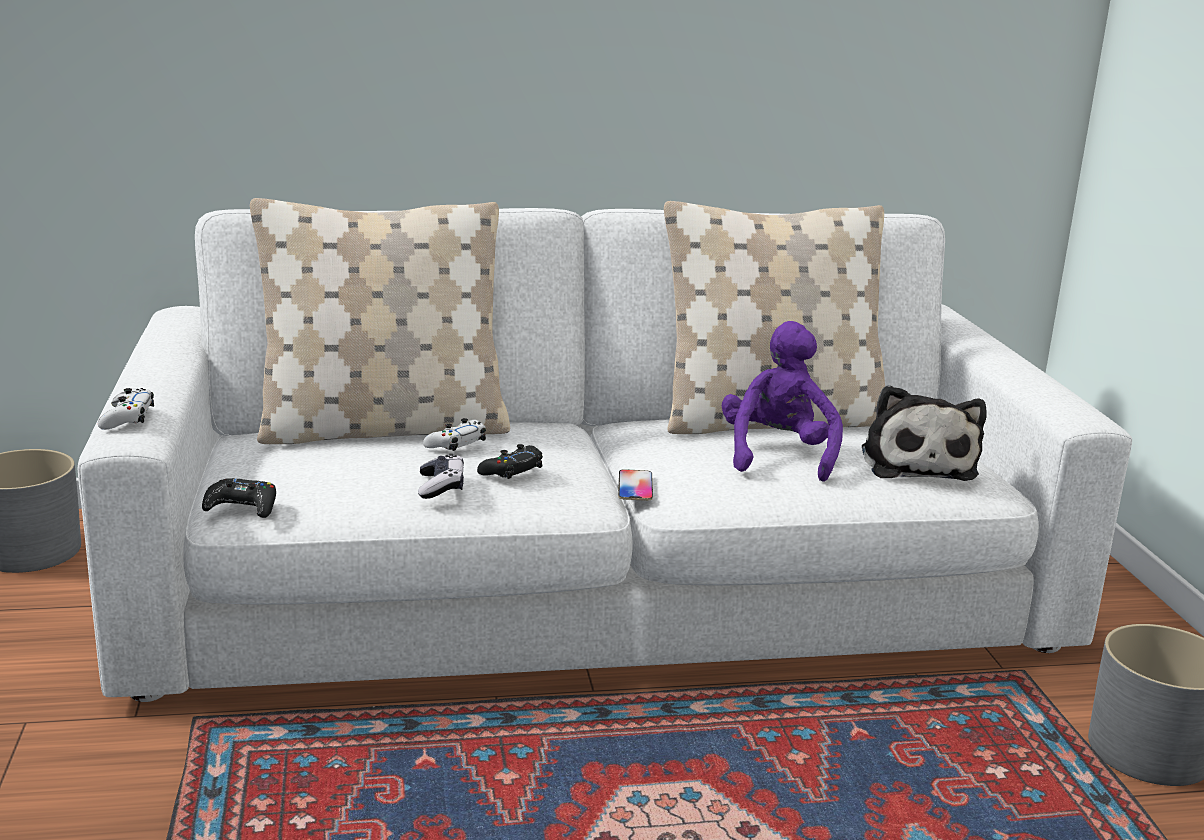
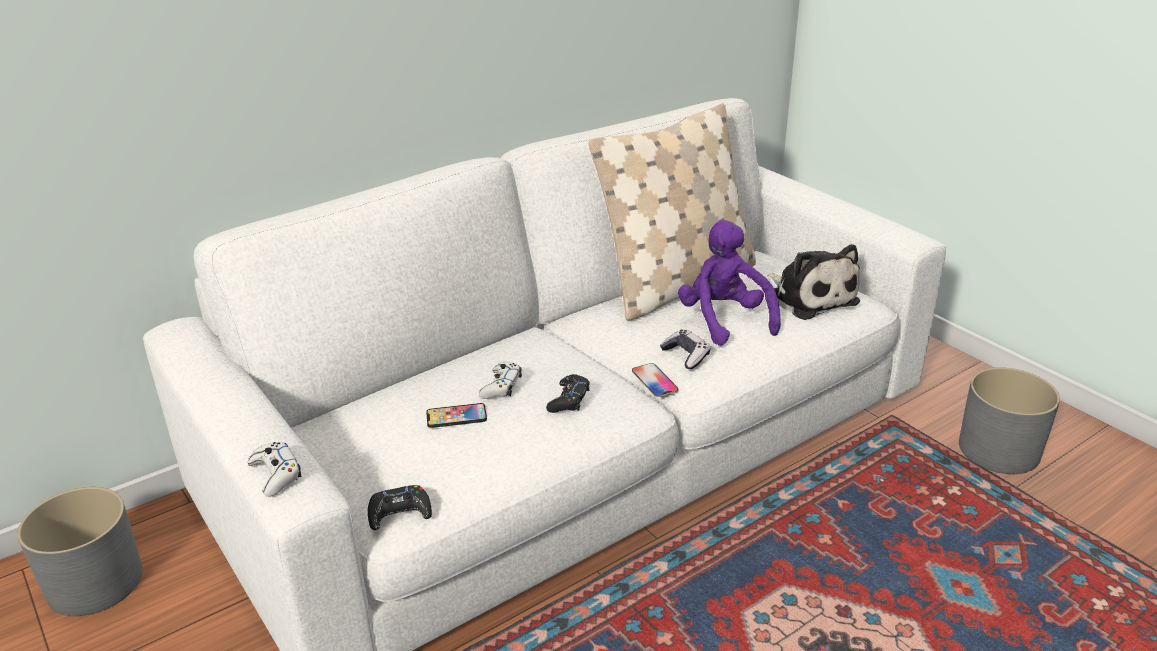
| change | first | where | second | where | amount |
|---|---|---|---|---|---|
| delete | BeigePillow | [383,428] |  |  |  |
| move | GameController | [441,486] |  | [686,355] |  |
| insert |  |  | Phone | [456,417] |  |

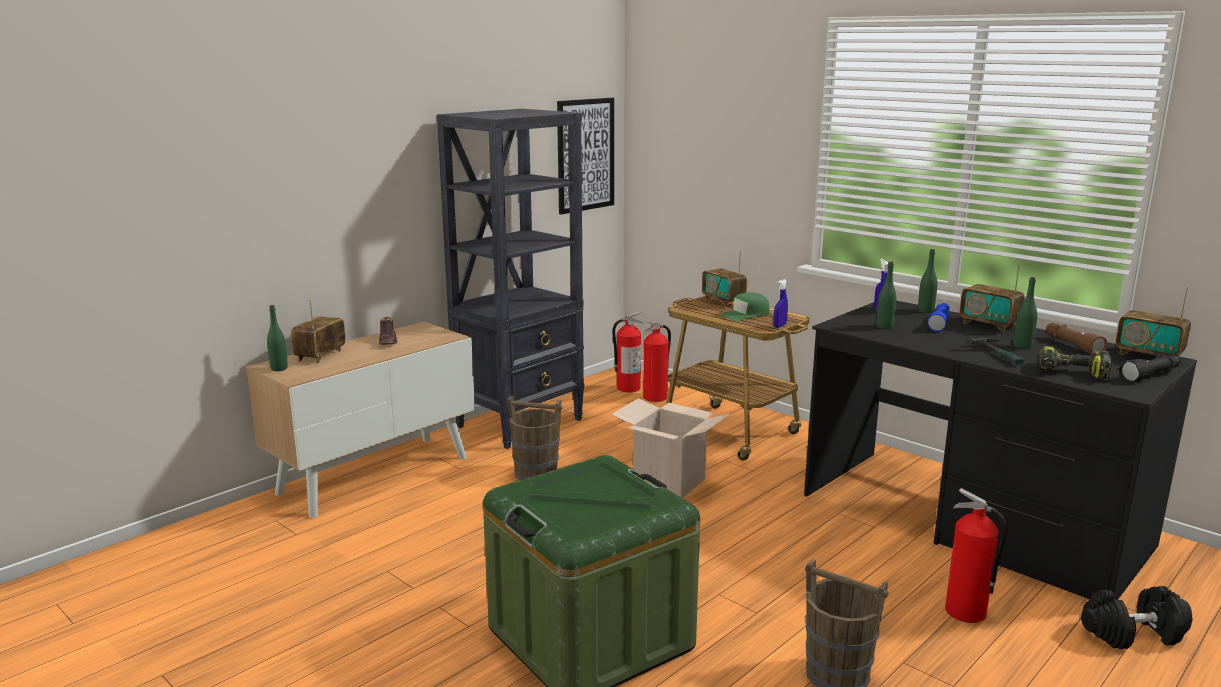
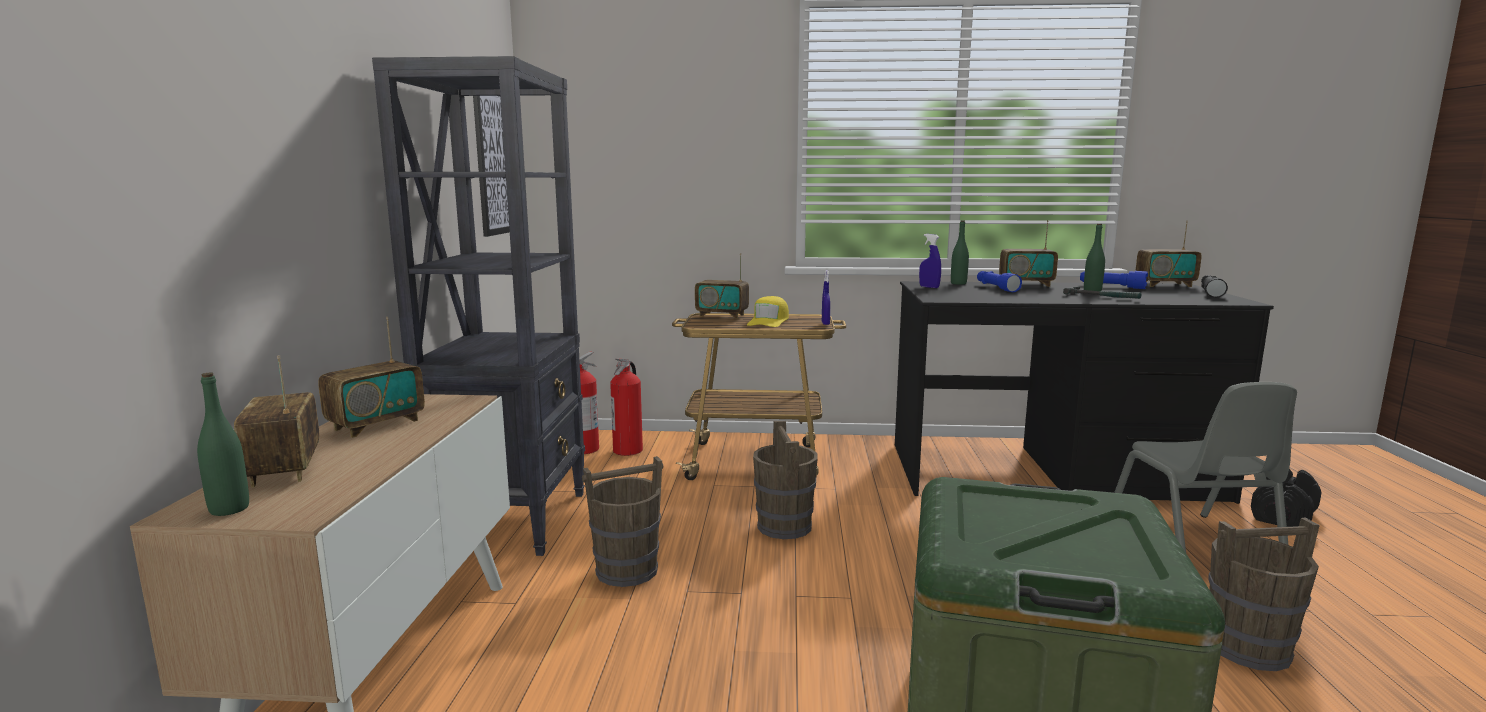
| change | first | where | second | where | amount |
|---|---|---|---|---|---|
| replace | BrownShoe | [388,341] | Radio | [376,425] |  |
| replace | CardboardBox | [669,482] | BrownBucket | [784,526] |  |
| recolor | GreenCap | [745,315] | YellowCap | [769,321] |  |
| delete | GreenBottle | [884,327] |  |  |  |
| replace | FireExtinguisher | [966,613] | GreyChair | [1192,545] |  |
| delete | PowerDrill | [1071,373] |  |  |  |
| recolor | BrownFlashlight | [1072,345] | BlueFlashlight | [1112,287] |  |

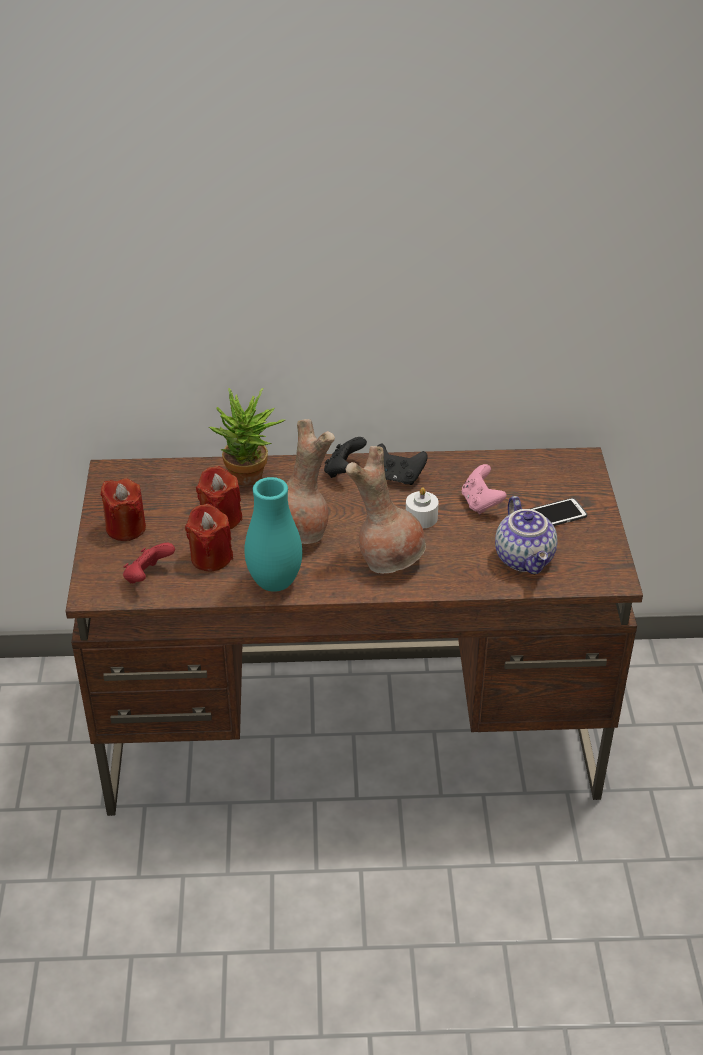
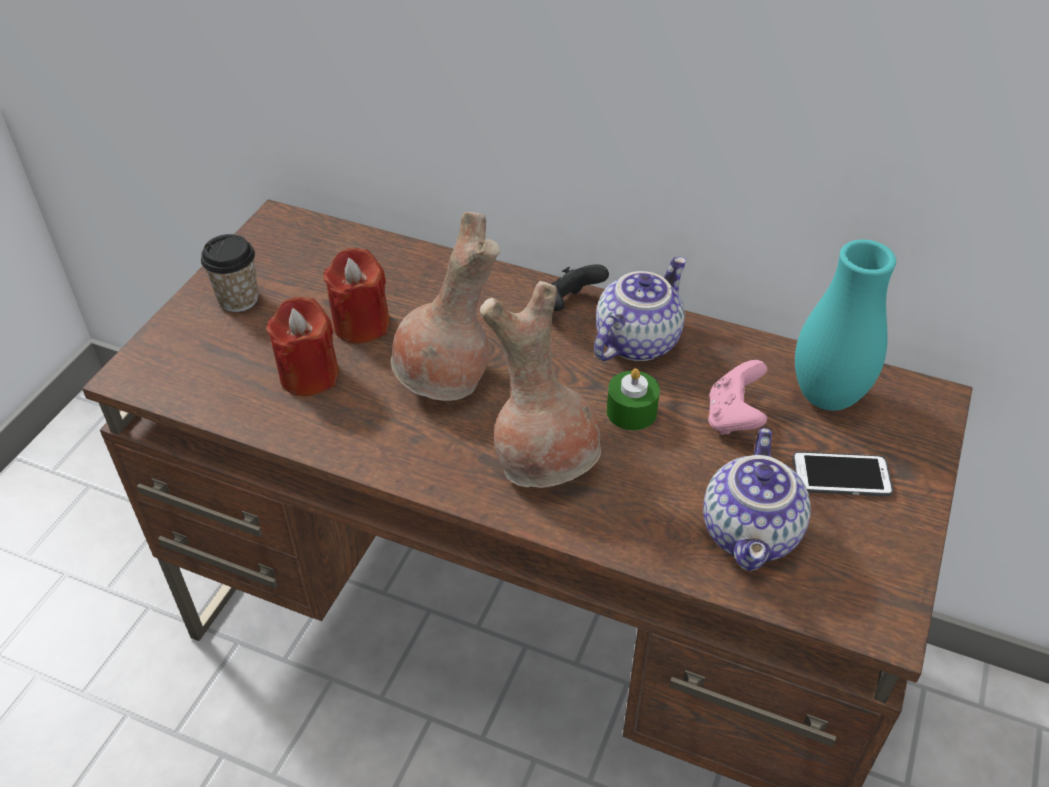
| change | first | where | second | where | amount |
|---|---|---|---|---|---|
| replace | RedCandle | [126,528] | Cup | [238,299] |  |
| delete | RedGameController | [148,576] |  |  |  |
| delete | PottedPlant | [249,480] |  |  |  |
| move | TurquoiseVase | [275,583] |  | [827,397] |  |
| replace | BlackGameController | [398,477] | Teapot | [636,340] |  |
| recolor | WhiteCandle | [421,517] | GreenCandle | [631,411] |  |

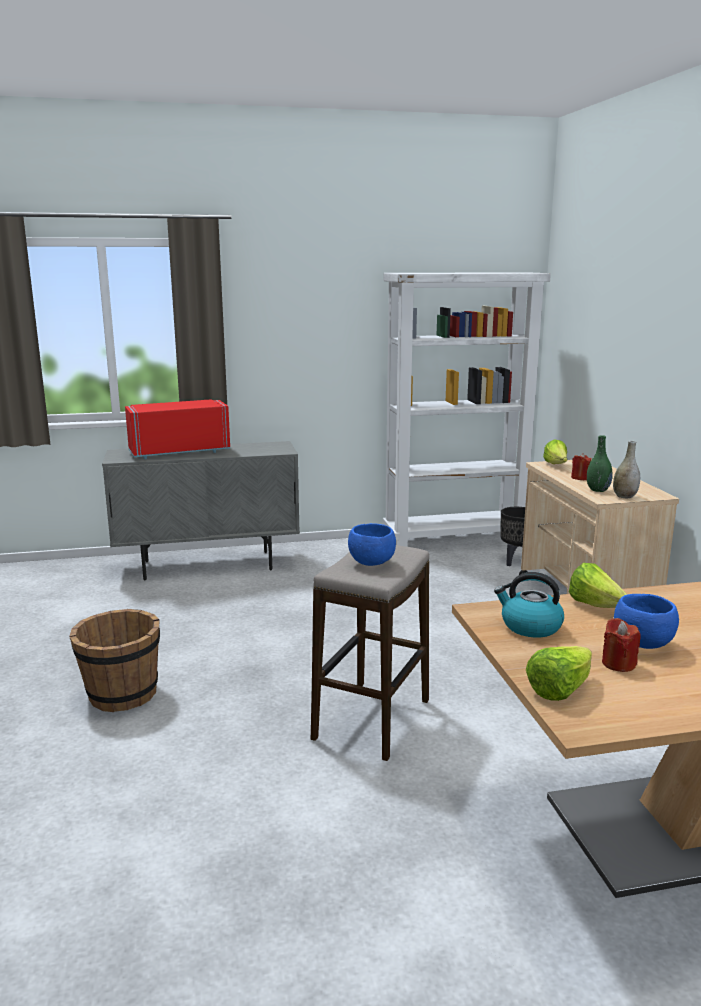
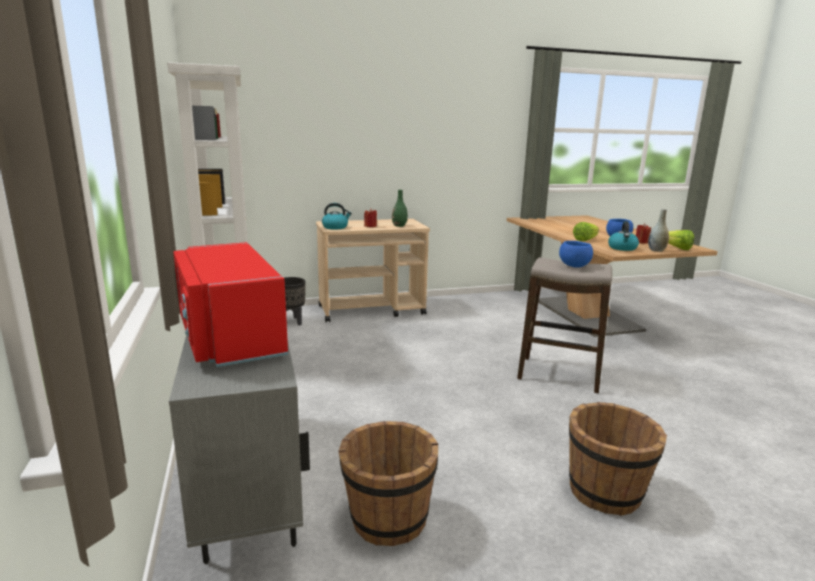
| change | first | where | second | where | amount |
|---|---|---|---|---|---|
| replace | Lettuce | [556,465] | Kettle | [335,227] |  |
| move | GreyVase | [624,496] |  | [656,250] |  |
| insert |  |  | BrownBucket | [388,519] |  |

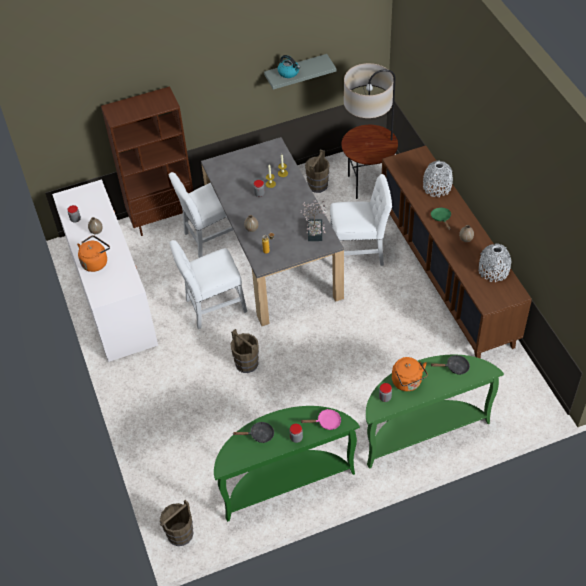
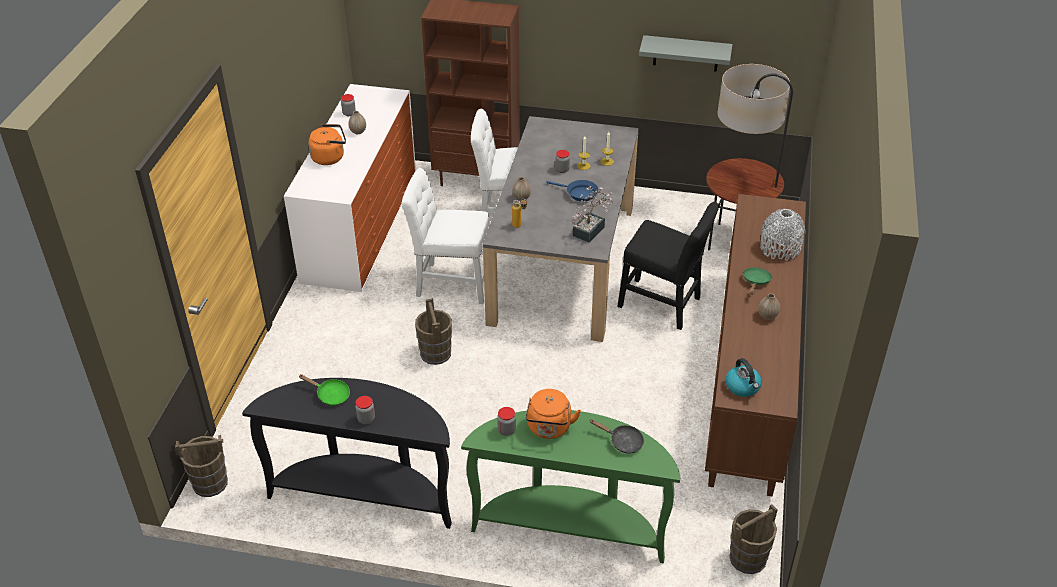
| change | first | where | second | where | amount |
|---|---|---|---|---|---|
| recolor | GreenConsoleTable | [285,482] | BlackConsoleTable | [365,493] |  |
| recolor | BlackFryingPan | [259,435] | GreenFryingPan | [330,395] |  |
| move | Kettle | [289,72] |  | [743,387] |  |
| delete | PinkFryingPan | [326,422] |  |  |  |
| move | BrownBucket | [317,185] |  | [748,558] |  |
| recolor | WhiteChair | [359,253] | BlackChair | [663,304] |  |
| delete | GreyVase | [493,271] |  |  |  |
| insert |  |  | BlueFryingPan | [579,193] |  |

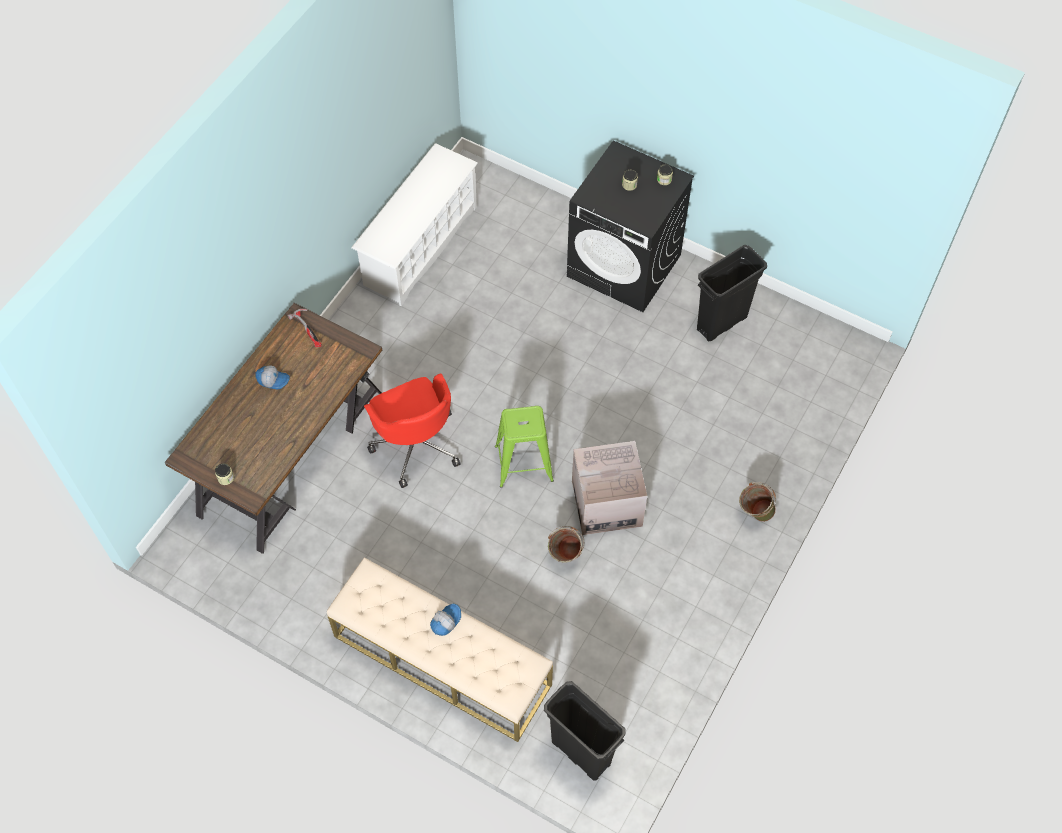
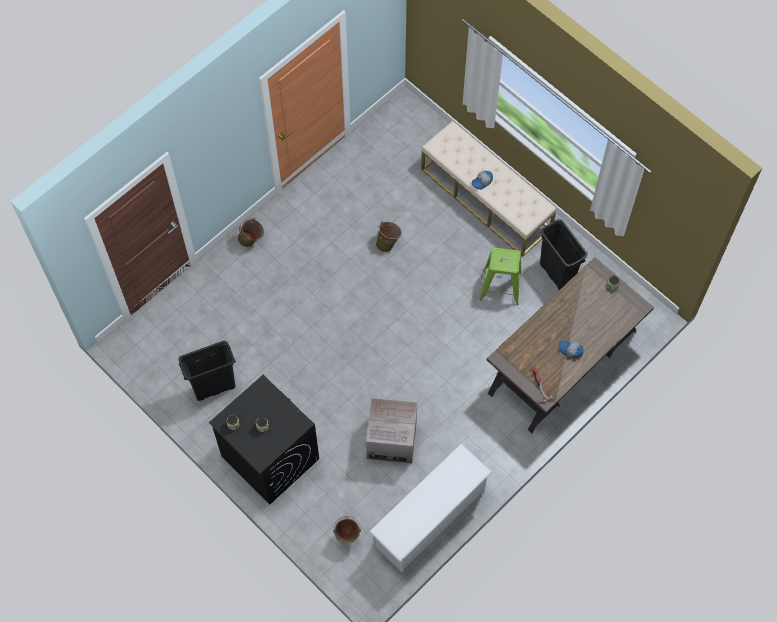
| change | first | where | second | where | amount |
|---|---|---|---|---|---|
| delete | RedOfficeChair | [416,444] |  |  |  |
| move | GreenStool | [524,463] |  | [500,287] |  |
| move | BlackTrashCan | [580,752] |  | [556,274] |  |
| move | CardboardBox | [606,503] |  | [391,440] |  |
| insert |  |  | GreenBucket | [347,536] |  |

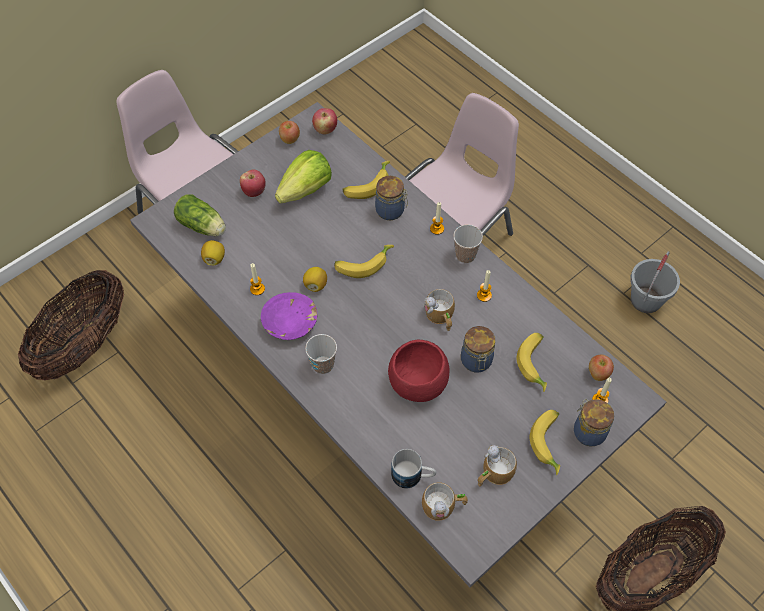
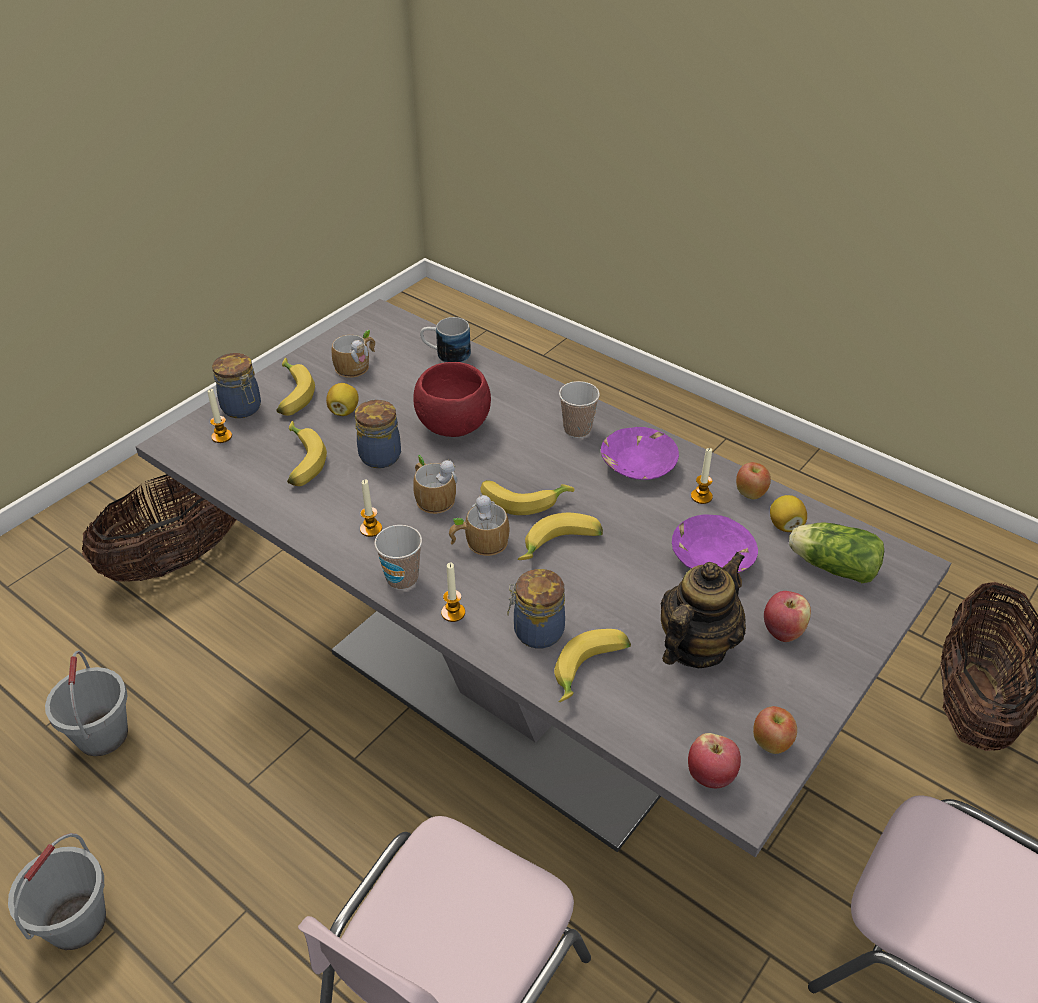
| change | first | where | second | where | amount |
|---|---|---|---|---|---|
| replace | Lettuce | [306,190] | Teapot | [695,647] |  |
| move | Lemon | [315,285] |  | [344,411] |  |
| move | Mug | [444,506] |  | [479,542] |  |
| move | Apple | [598,373] |  | [750,493] |  |
| insert |  |  | GreyBucket | [103,735] |  |
| insert |  |  | Banana | [523,499] |  |
| insert |  |  | PurpleBowl | [711,559] |  |

